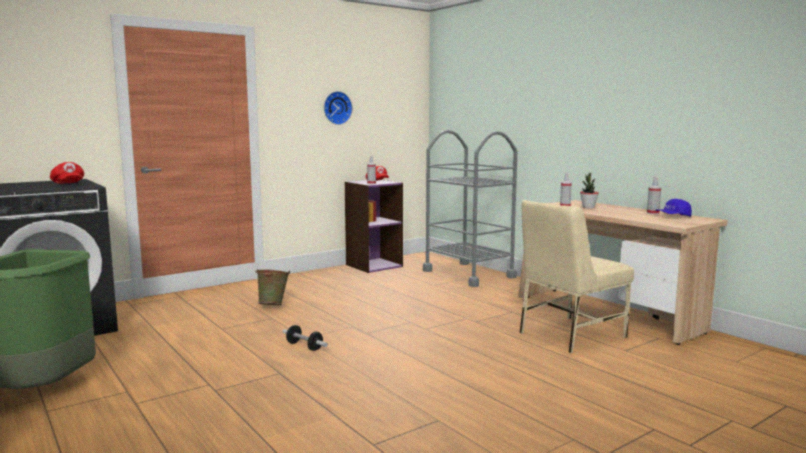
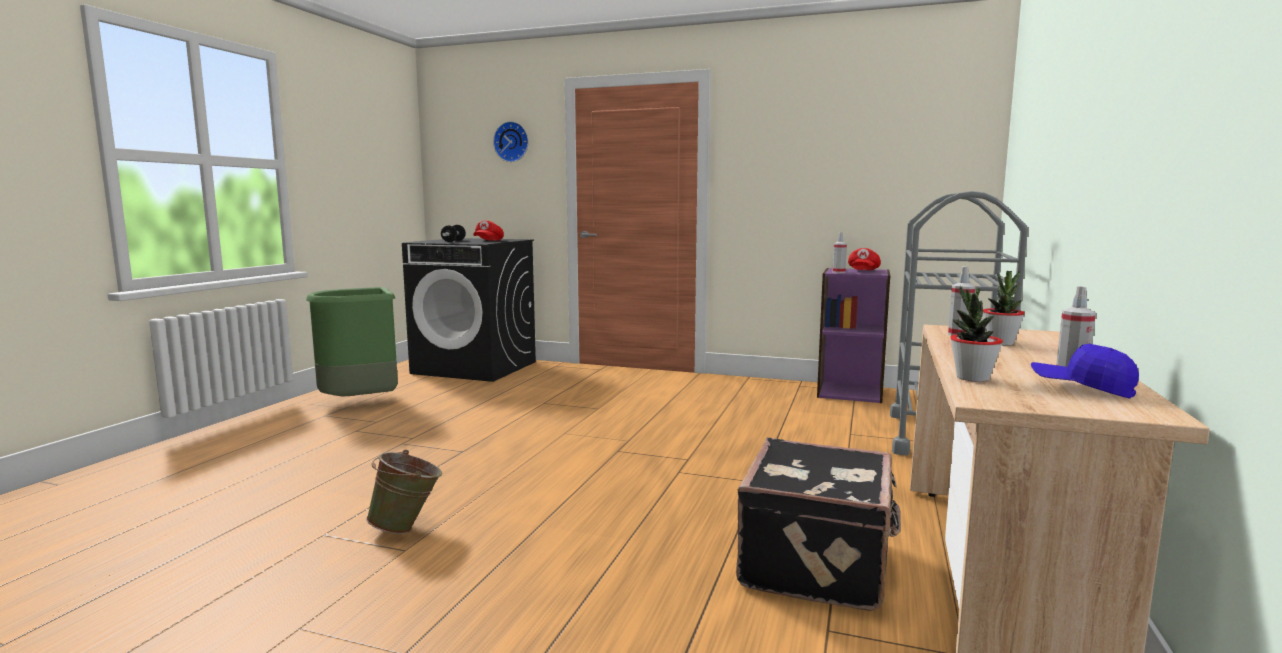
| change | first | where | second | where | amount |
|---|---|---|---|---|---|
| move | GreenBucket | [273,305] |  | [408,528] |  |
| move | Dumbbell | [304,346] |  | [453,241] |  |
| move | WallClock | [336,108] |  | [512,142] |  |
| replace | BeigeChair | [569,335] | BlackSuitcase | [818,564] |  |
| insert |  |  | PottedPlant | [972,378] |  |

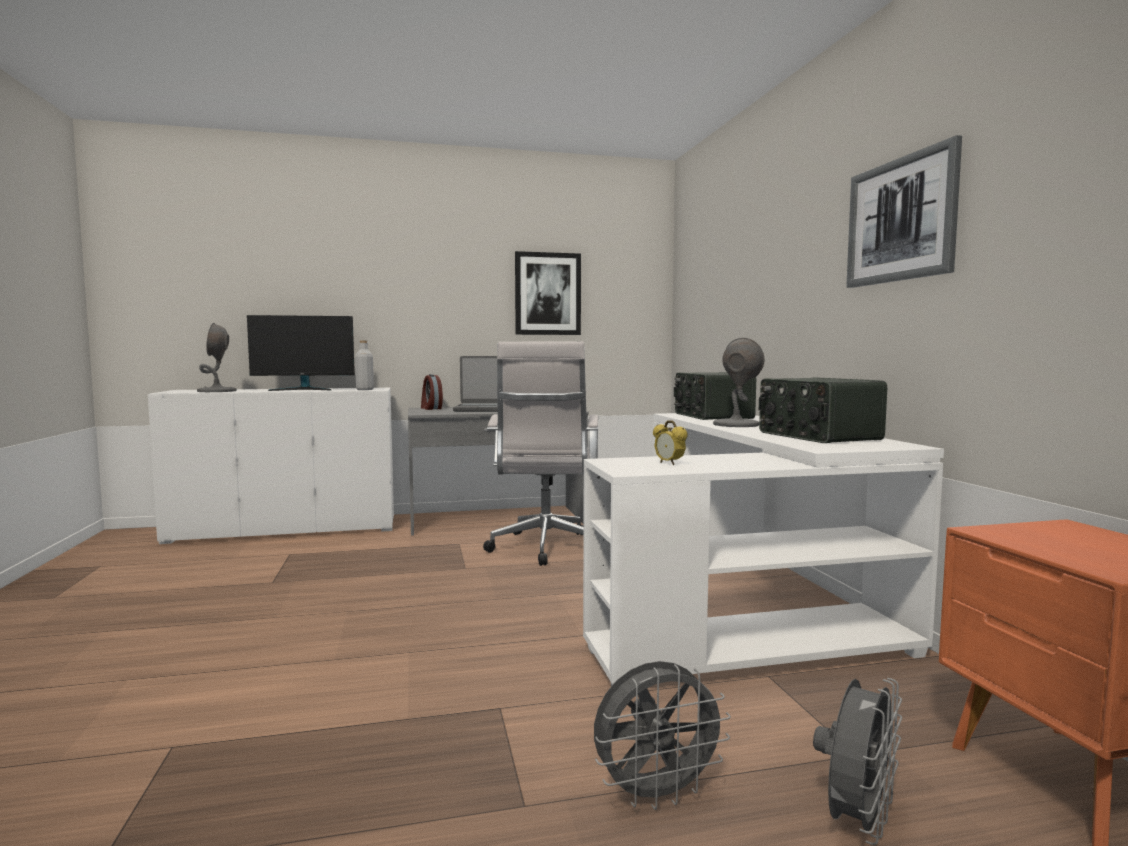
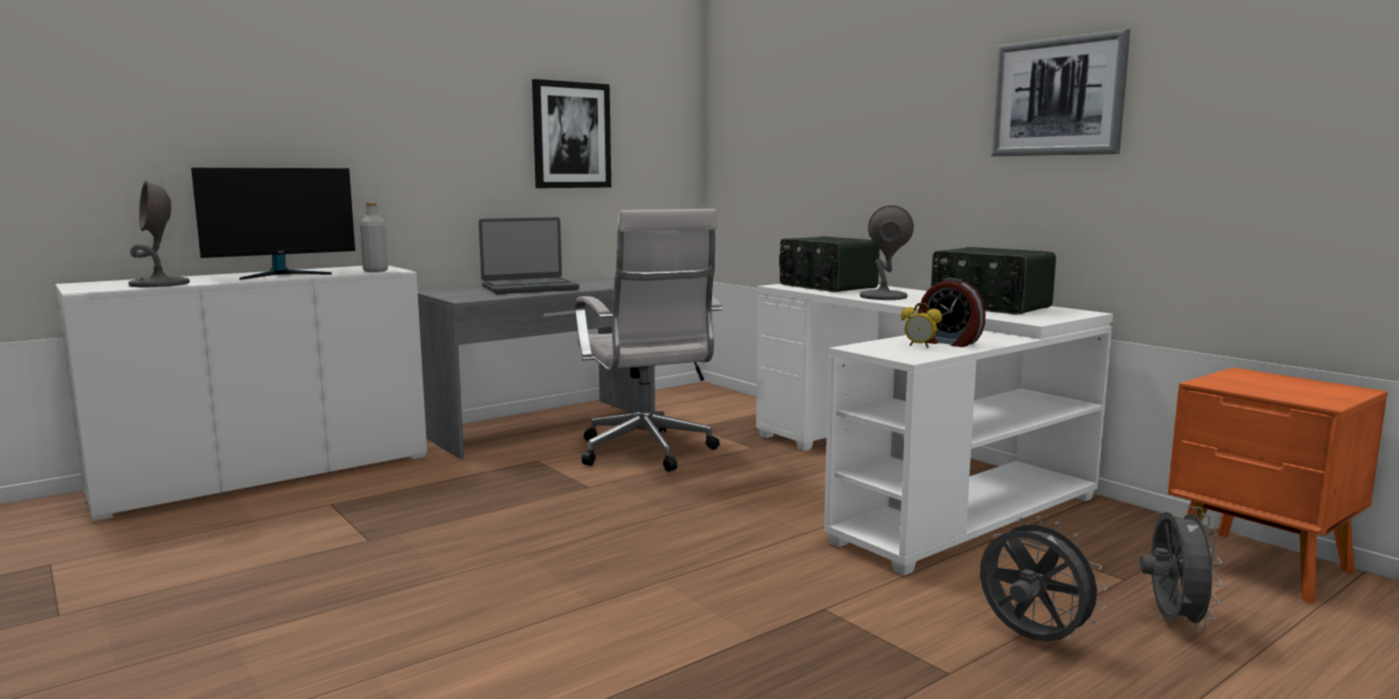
| change | first | where | second | where | amount |
|---|---|---|---|---|---|
| move | AlarmClock | [430,408] |  | [948,342] |  |
| rotate | GreyFan | [656,794] |  | [1031,640] | 90 degrees counterclockwise |

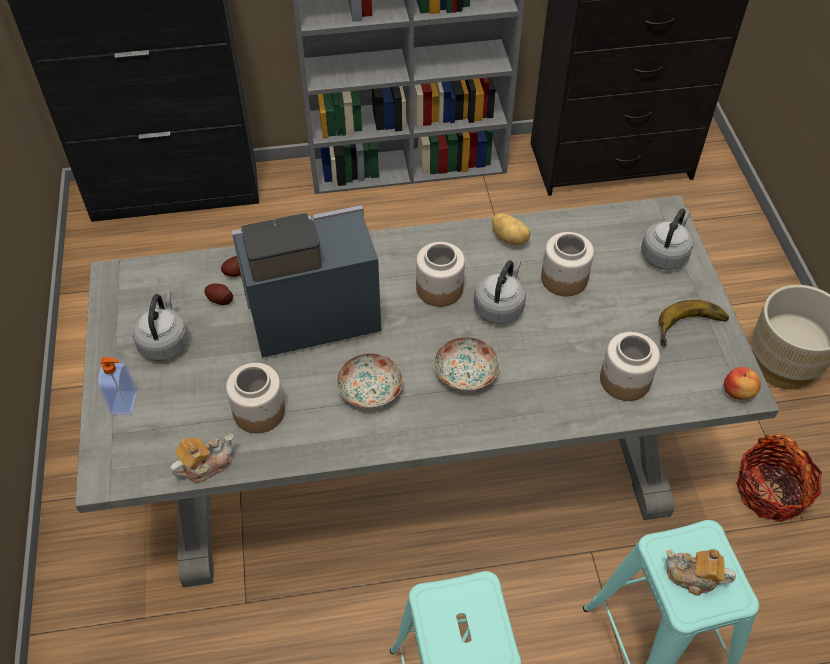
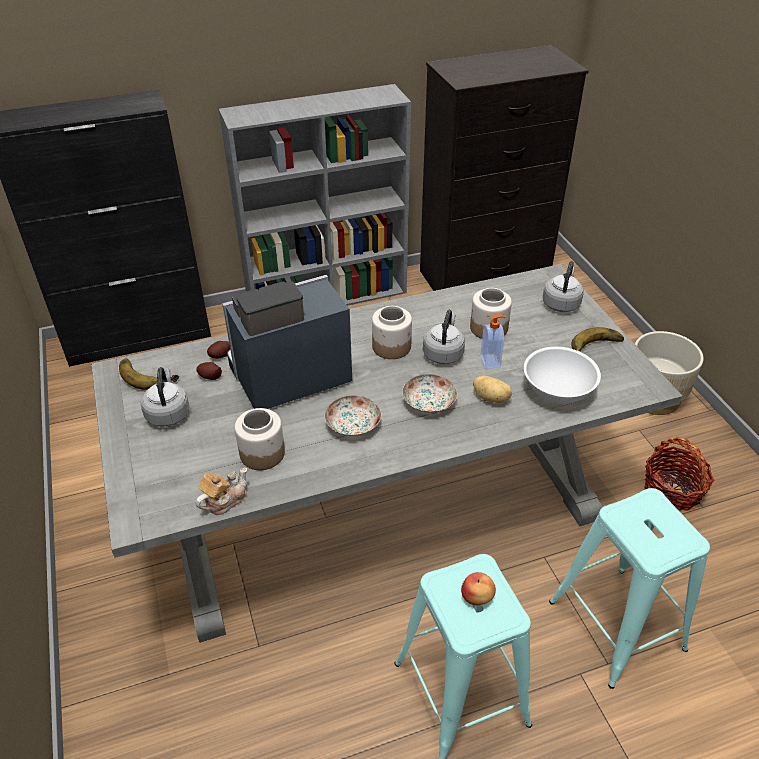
| change | first | where | second | where | amount |
|---|---|---|---|---|---|
| move | SoapDispenser | [125,403] |  | [491,361] |  |
| move | Potato | [510,238] |  | [491,398] |  |
| replace | Jar | [624,380] | WhiteBowl | [557,391] |  |
| delete | Teapot | [693,577] |  |  |  |
| move | Apple | [738,392] |  | [477,598] |  |
| insert |  |  | Banana | [148,374] |  |

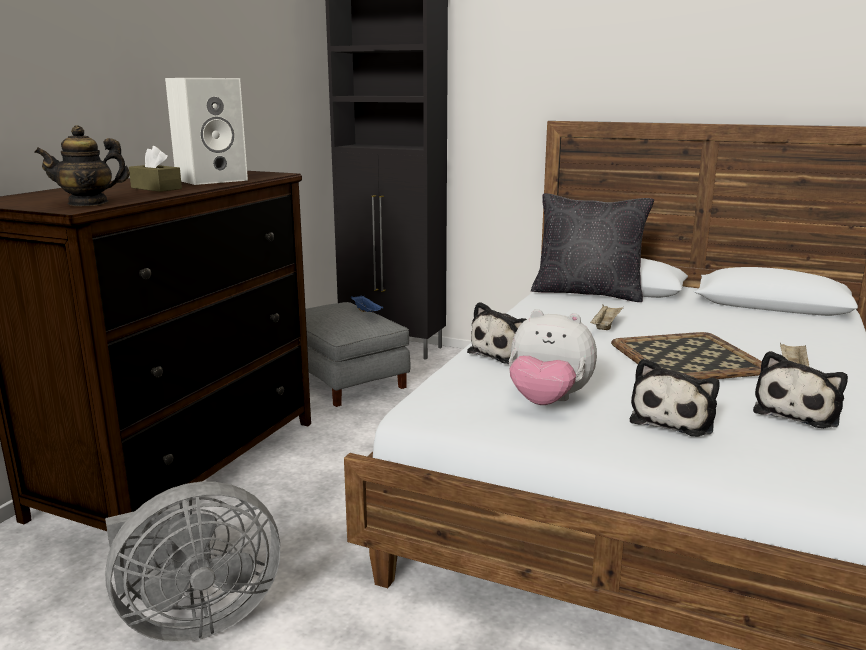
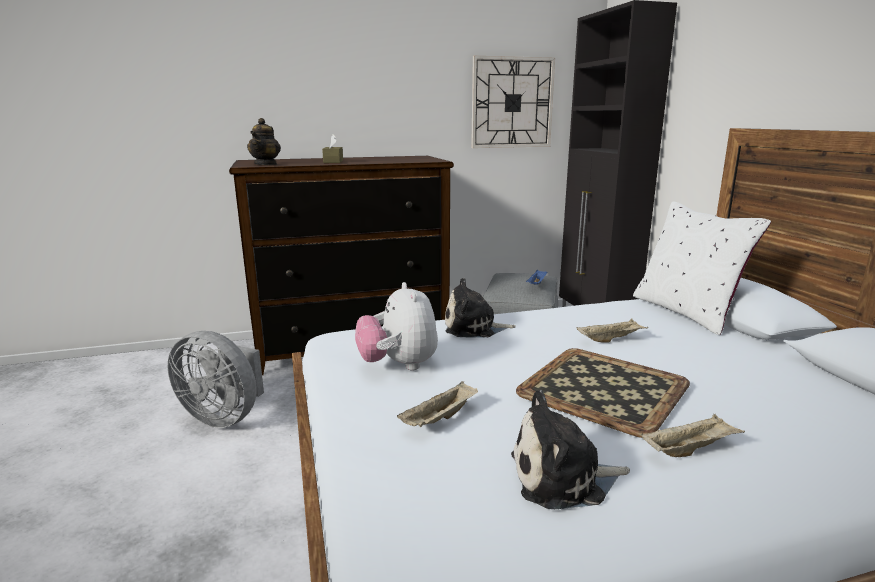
| change | first | where | second | where | amount |
|---|---|---|---|---|---|
| rotate | Teapot | [88,203] |  | [266,164] | 105 degrees counterclockwise |
| delete | WhiteSpeaker | [212,180] |  |  |  |
| recolor | BlackPillow | [587,293] | WhitePillow | [686,312] |  |
| replace | PlushToy | [674,419] | BeigeTray | [439,419] |  |
| insert |  |  | WallClock | [512,103] |  |

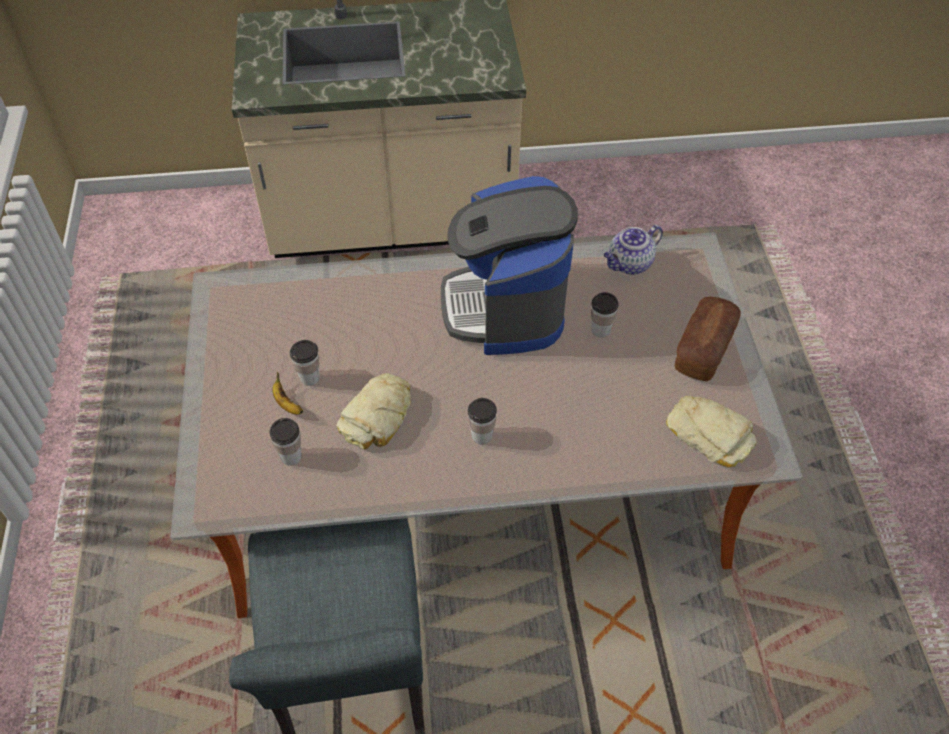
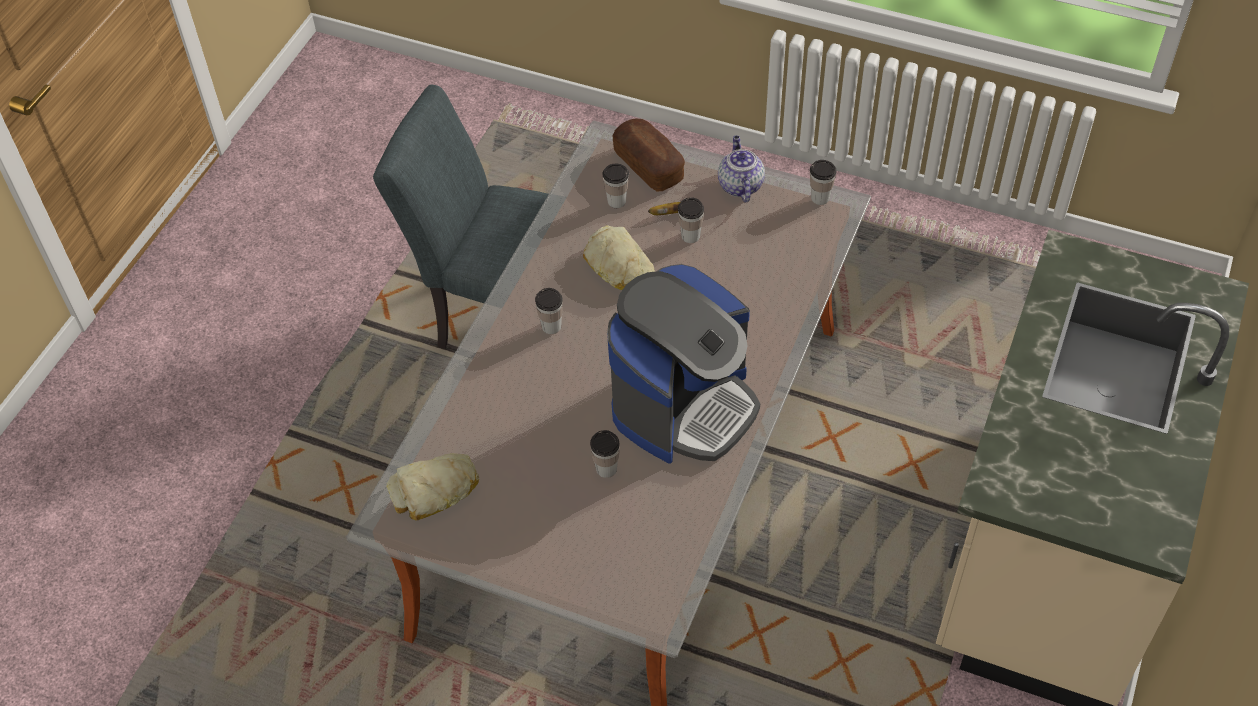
| change | first | where | second | where | amount |
|---|---|---|---|---|---|
| rotate | CoffeeMachine | [505,307] |  | [684,405] | 105 degrees clockwise |
| move | Teapot | [629,264] |  | [739,185] |  |
| move | Bread | [704,349] |  | [648,166] |  |
| insert |  |  | Cup | [820,198] |  |

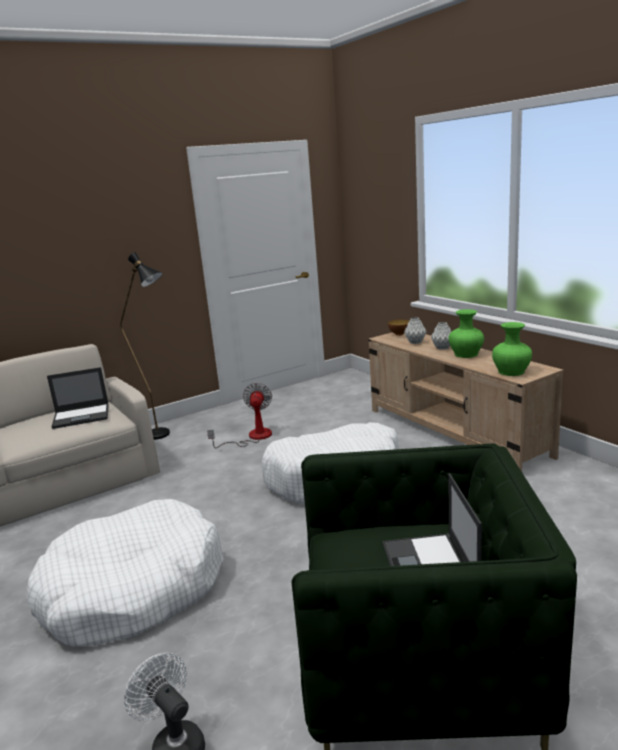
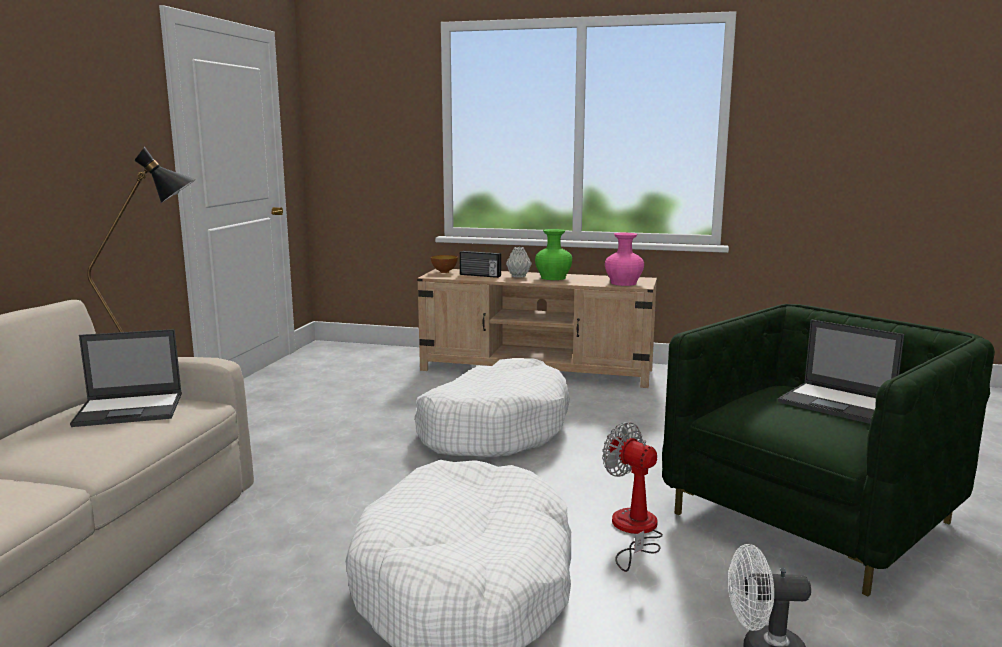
| change | first | where | second | where | amount |
|---|---|---|---|---|---|
| rotate | Laptop | [82,416] |  | [131,410] | 45 degrees clockwise |
| move | Fan | [252,437] |  | [634,531] |  |
| replace | GreyVase | [415,342] | Radio | [480,275] |  |
| recolor | GreenVase | [511,372] | PinkVase | [624,283] |  |

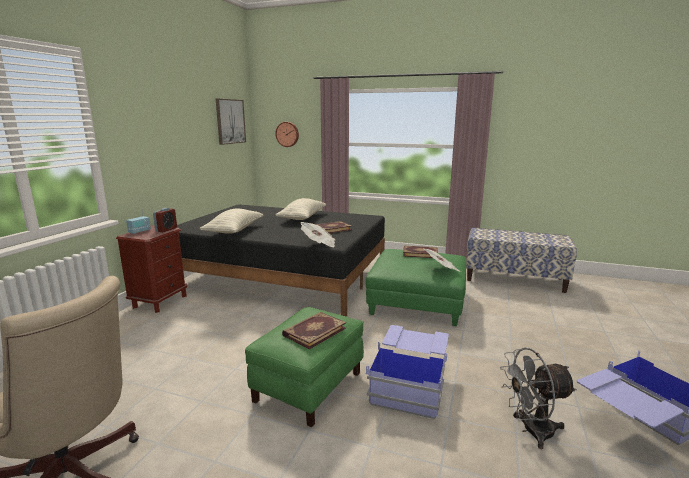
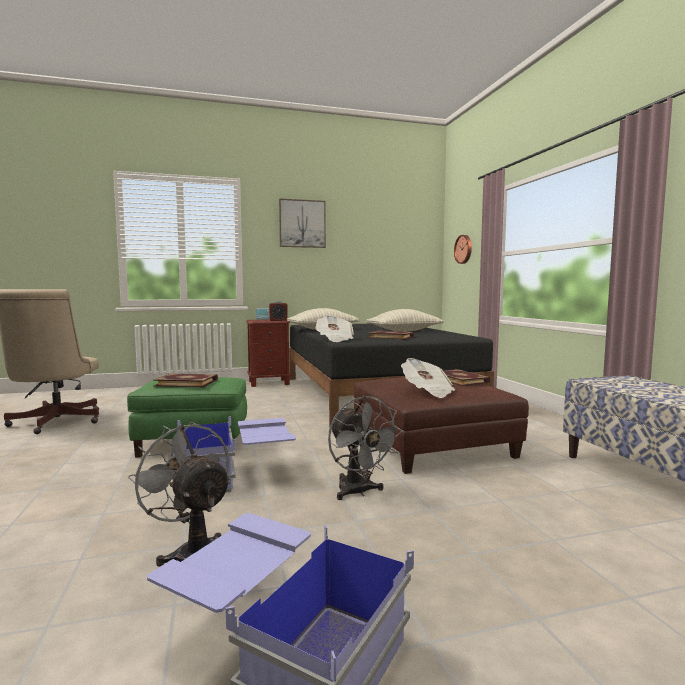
| change | first | where | second | where | amount |
|---|---|---|---|---|---|
| move | Picture | [230,121] |  | [302,223] |  |
| recolor | GreenOttoman | [417,301] | BrownOttoman | [433,445] |  |
| insert |  |  | GreyFan | [358,492] |  |

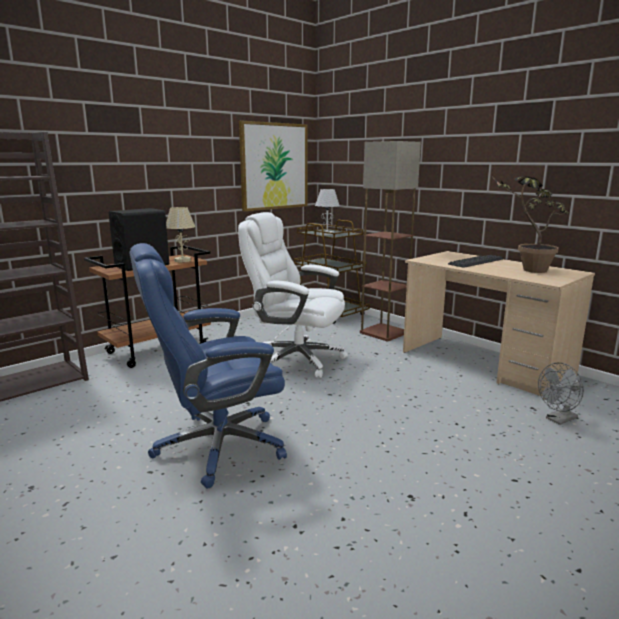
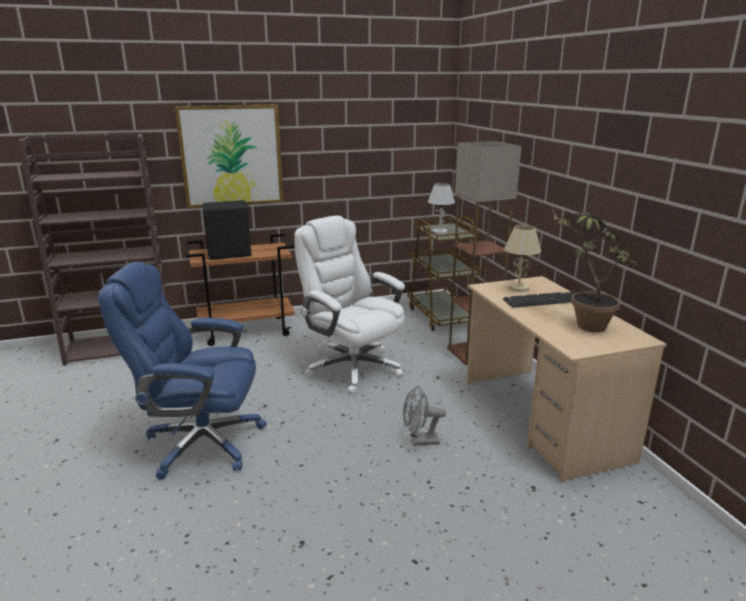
| change | first | where | second | where | amount |
|---|---|---|---|---|---|
| move | BeigeTableLamp | [183,260] |  | [518,288] |  |
| move | Picture | [274,166] |  | [231,156] |  |
| move | GreyFan | [558,420] |  | [420,441] |  |

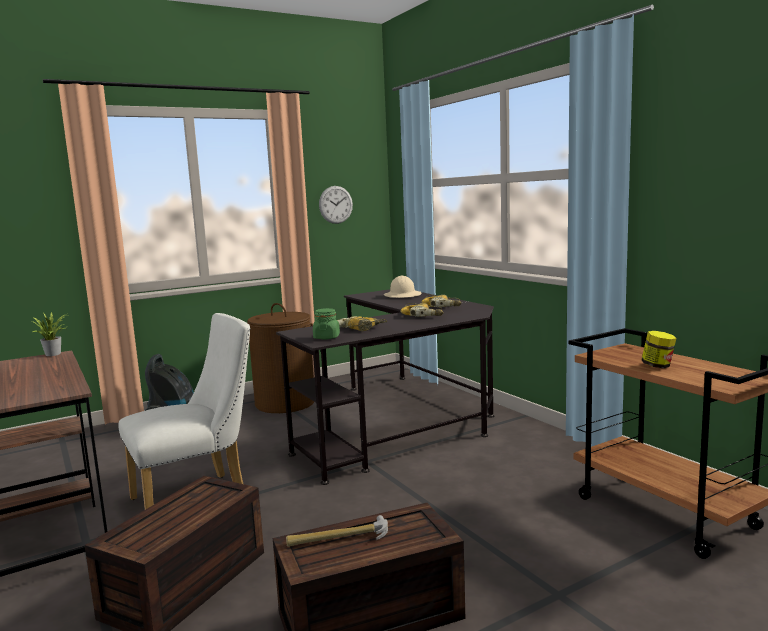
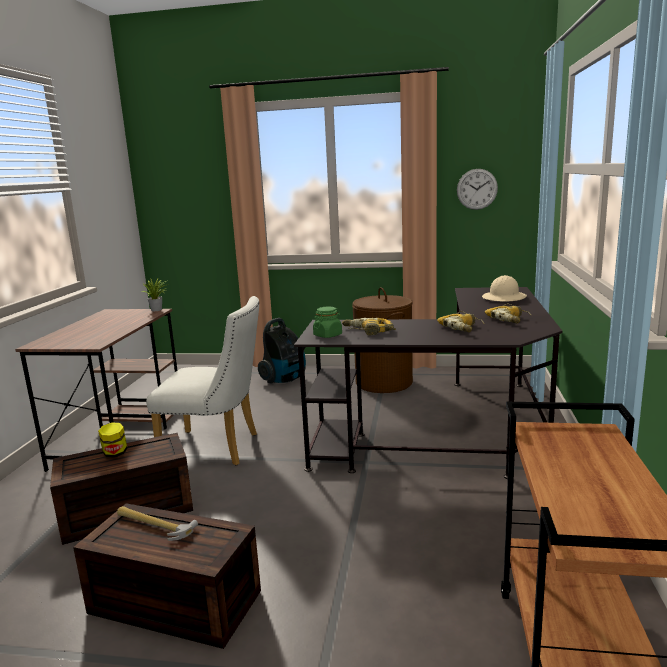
| change | first | where | second | where | amount |
|---|---|---|---|---|---|
| move | Jar | [657,366] |  | [115,453] |  |

